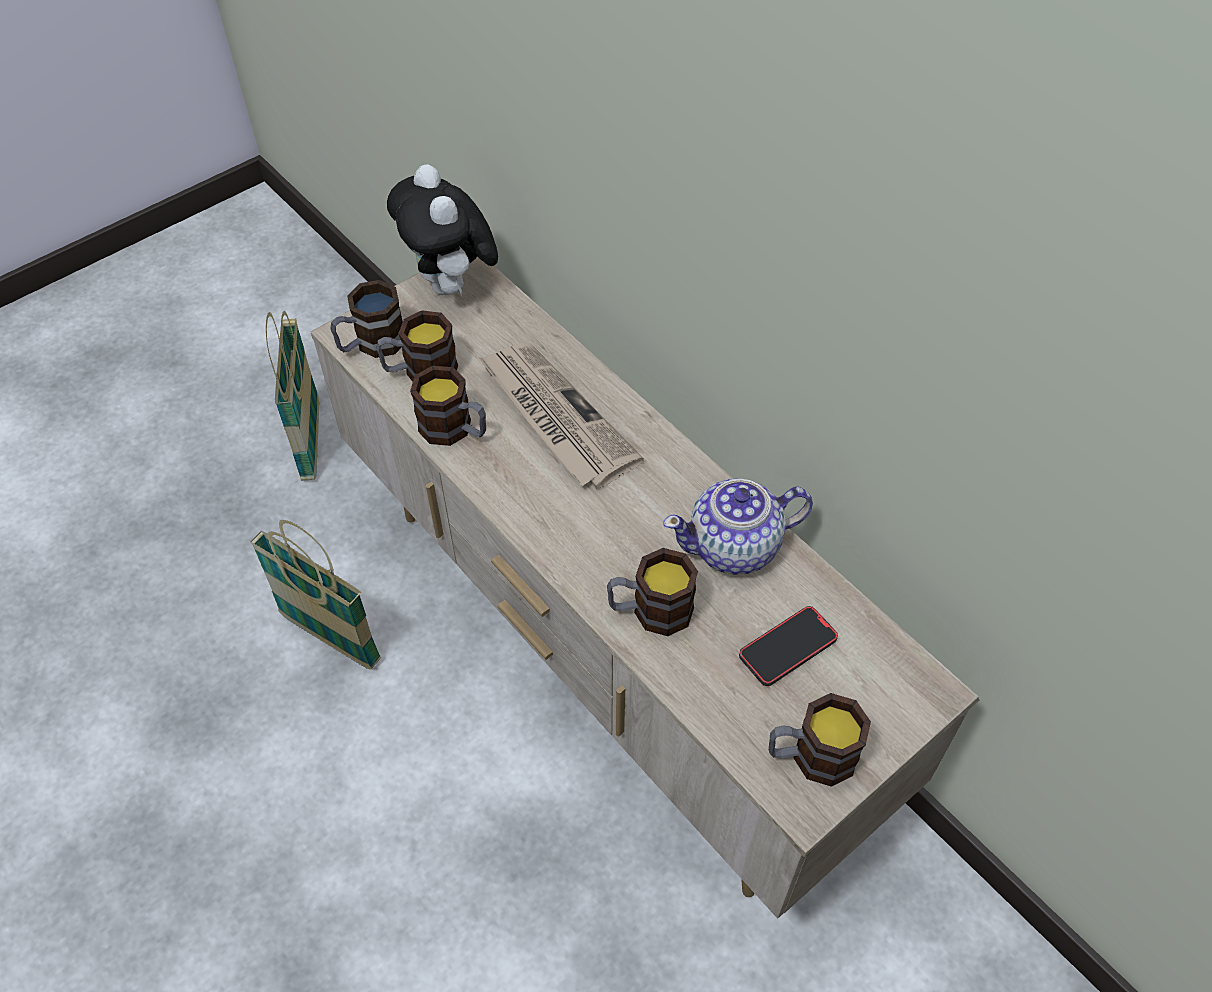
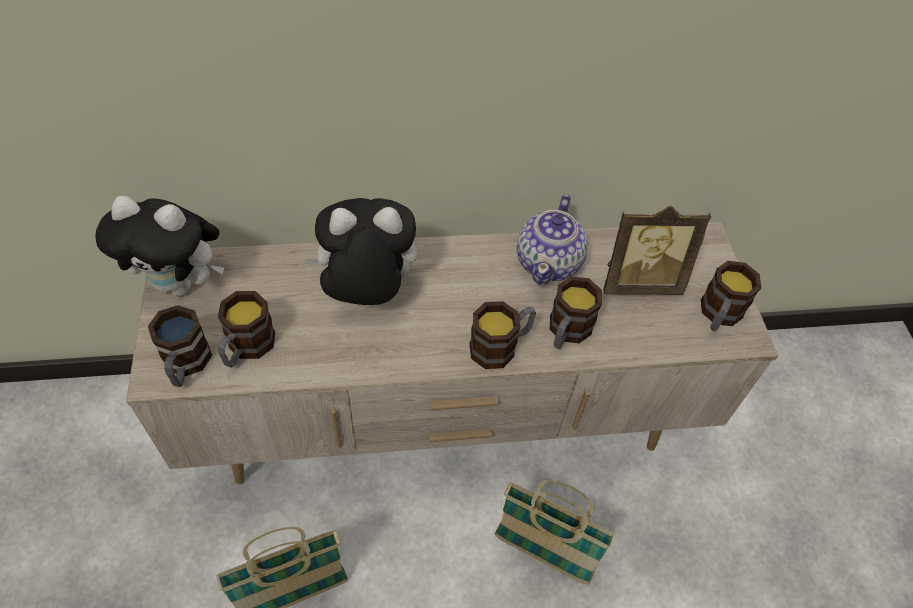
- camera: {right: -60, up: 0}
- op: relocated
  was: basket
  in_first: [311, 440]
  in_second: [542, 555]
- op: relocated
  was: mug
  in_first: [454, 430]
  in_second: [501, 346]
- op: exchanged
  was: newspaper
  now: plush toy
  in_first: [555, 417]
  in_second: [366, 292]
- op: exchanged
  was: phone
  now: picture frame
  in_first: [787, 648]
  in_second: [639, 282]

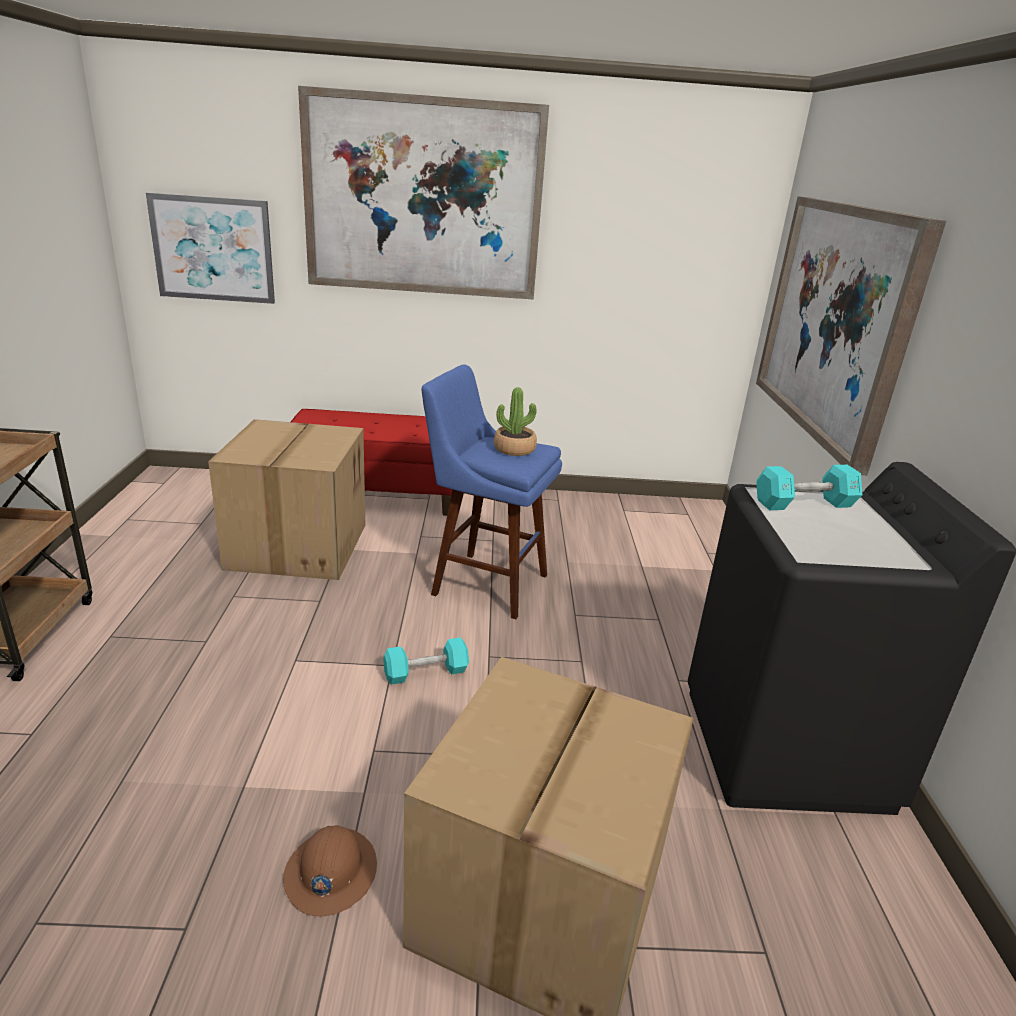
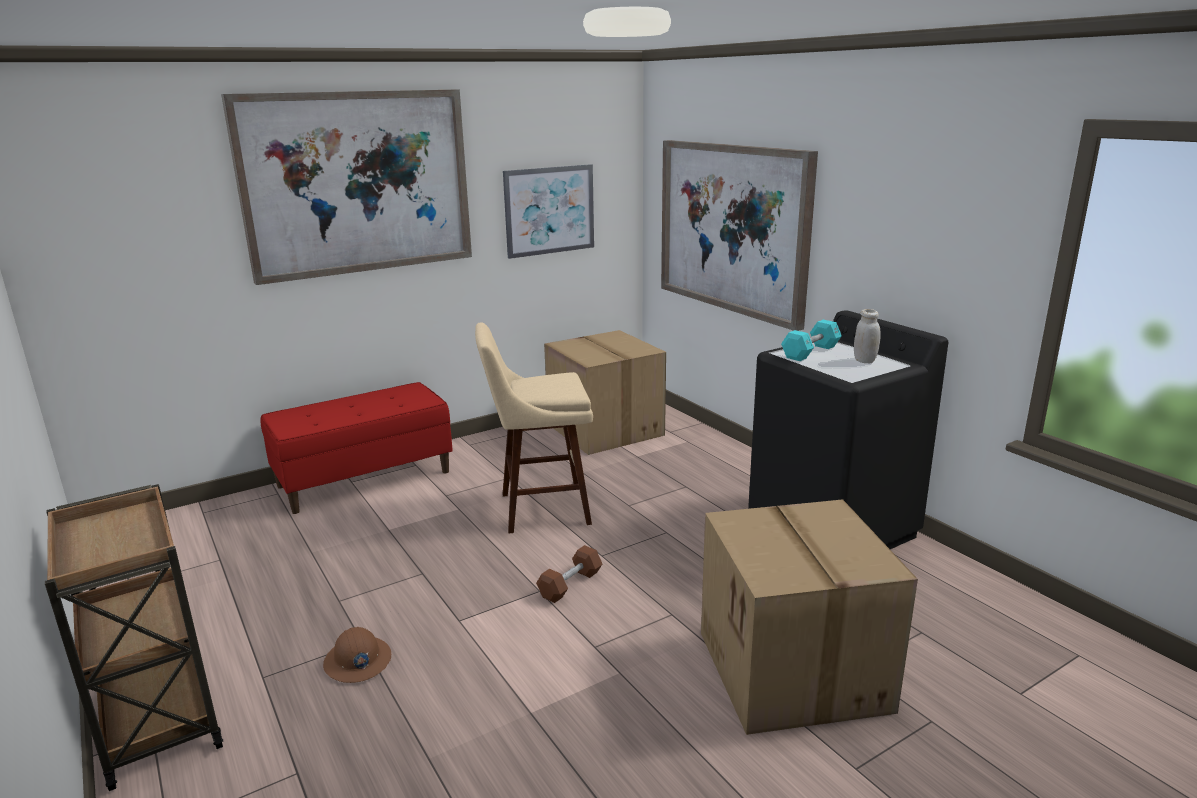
- camera: {right: -30, up: -5}
- op: relocated
  was: picture
  in_first: [213, 249]
  in_second: [549, 210]
- op: relocated
  was: cardboard box
  in_first: [297, 545]
  in_second: [603, 429]
- op: relocated
  was: hard hat/brown
  in_first: [330, 872]
  in_second: [357, 661]
- op: colour
  was: dumbbell/turquoise
  now: dumbbell/brown
  in_first: [426, 672]
  in_second: [570, 584]
- op: colour
  was: stool/blue
  now: stool/beige
  in_first: [484, 583]
  in_second: [539, 509]
- op: missing
  was: potted plant
  in_first: [514, 449]
- op: appeared
  now: jar/white
  in_second: [864, 360]

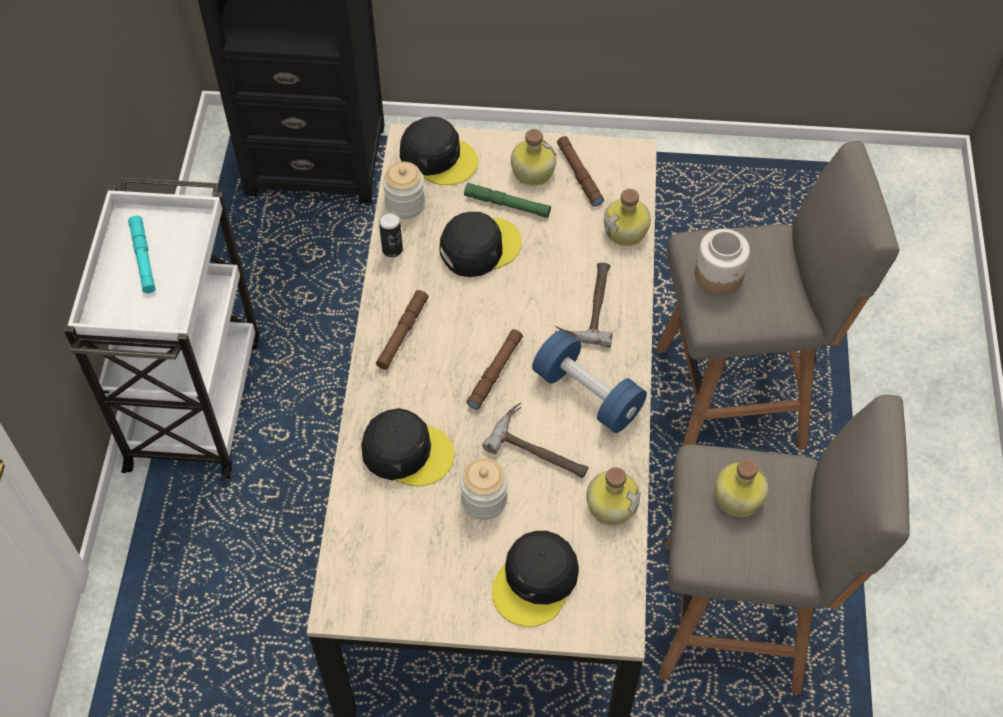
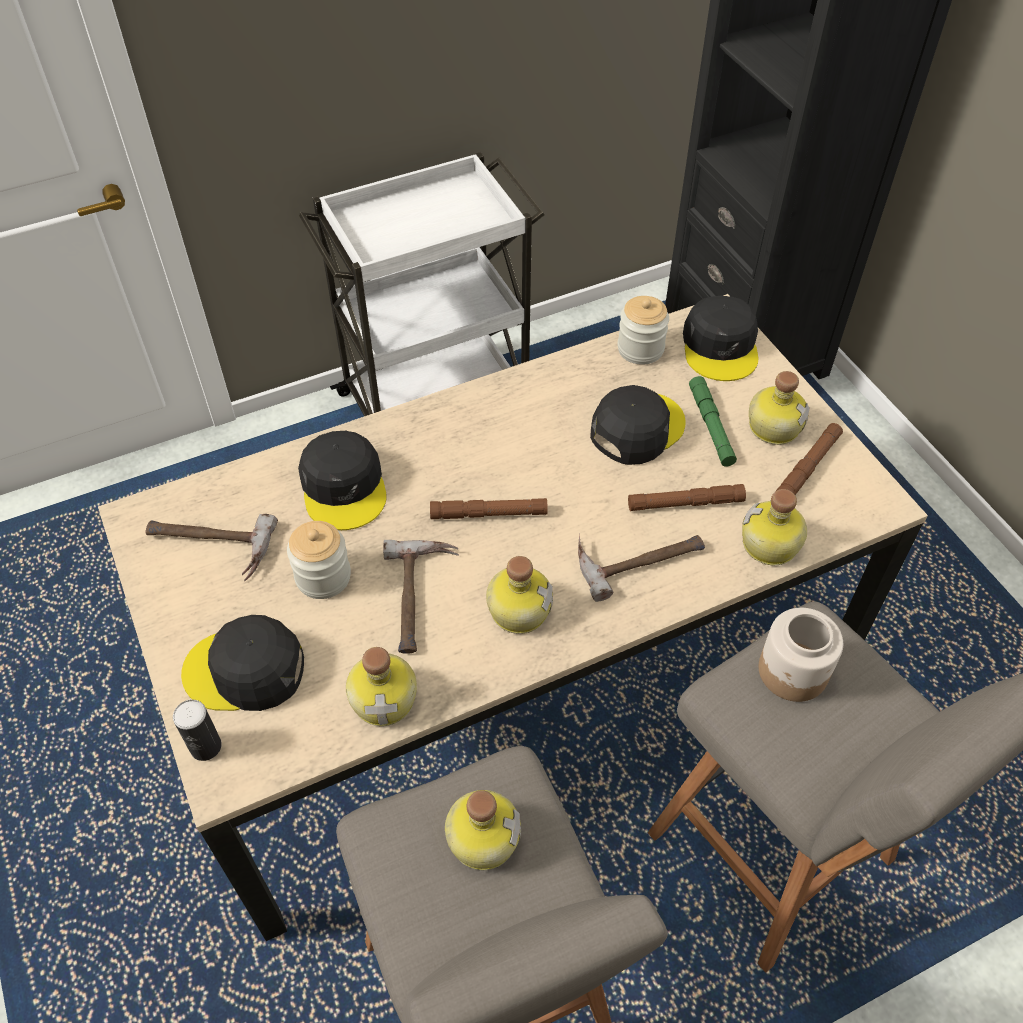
- camera: {right: 60, up: -5}
- op: missing
  was: flashlight/turquoise
  in_first: [143, 258]
- op: relocated
  was: flashlight/brown
  in_first: [402, 333]
  in_second: [685, 503]
- op: relocated
  was: can
  in_first: [392, 249]
  in_second: [206, 746]
- op: spun
  was: cap/black
  in_first: [479, 247]
  in_second: [636, 428]
  clockwise: -75
- op: exchanged
  was: dumbbell/blue
  now: bottle
  in_first: [587, 394]
  in_second: [518, 609]
- op: appeared
  now: hammer
  in_second: [208, 547]

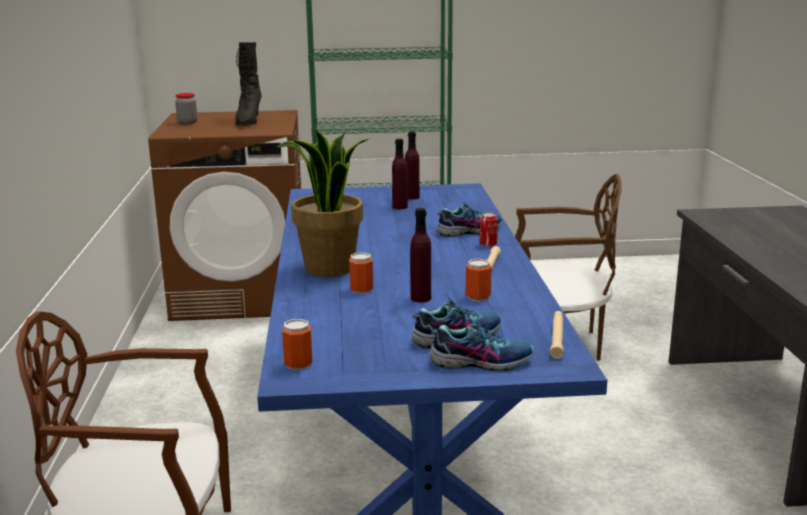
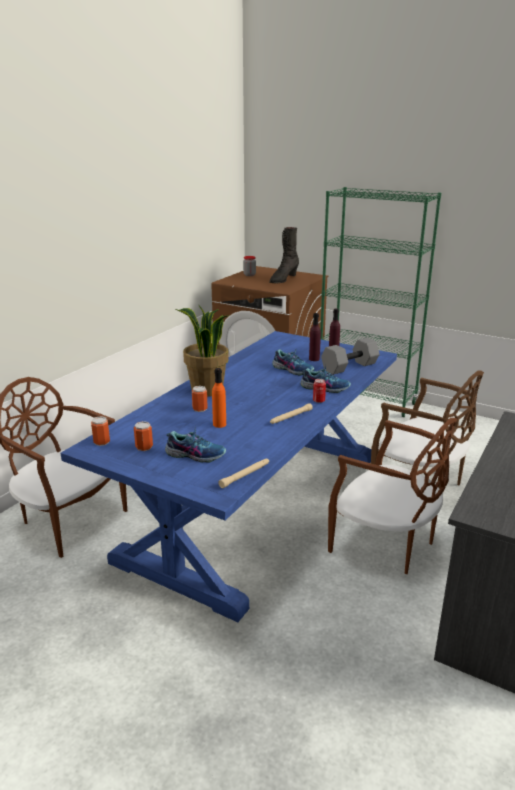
- camera: {right: 35, up: 5}
- op: colour
  was: bottle/purple
  now: bottle/orange
  in_first: [420, 298]
  in_second: [219, 424]
- op: relocated
  was: shoe
  in_first: [481, 361]
  in_second: [293, 369]
- op: relocated
  was: can
  in_first: [478, 297]
  in_second: [144, 447]
- op: appeared
  now: dumbbell/grey
  in_second: [349, 366]
- op: appeared
  now: chair/brown
  in_second: [386, 544]

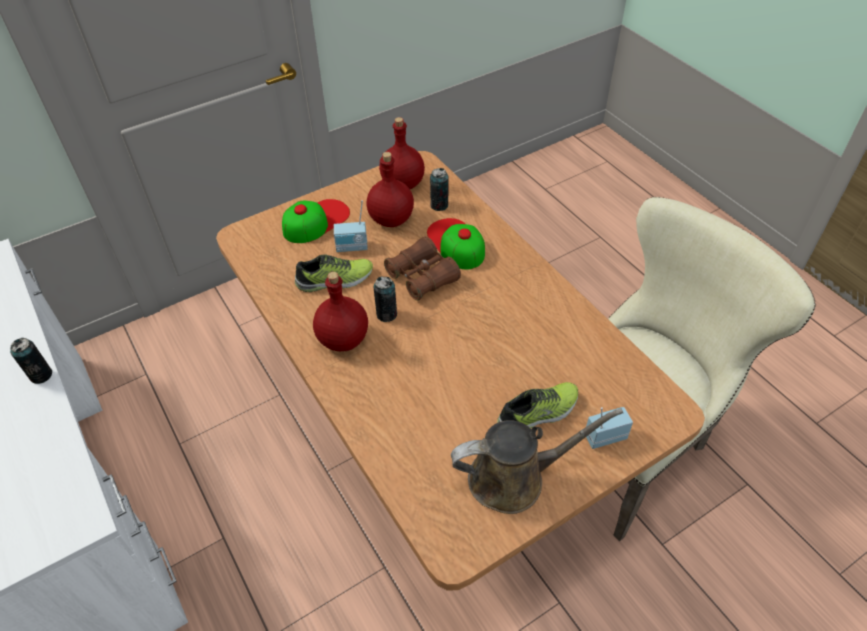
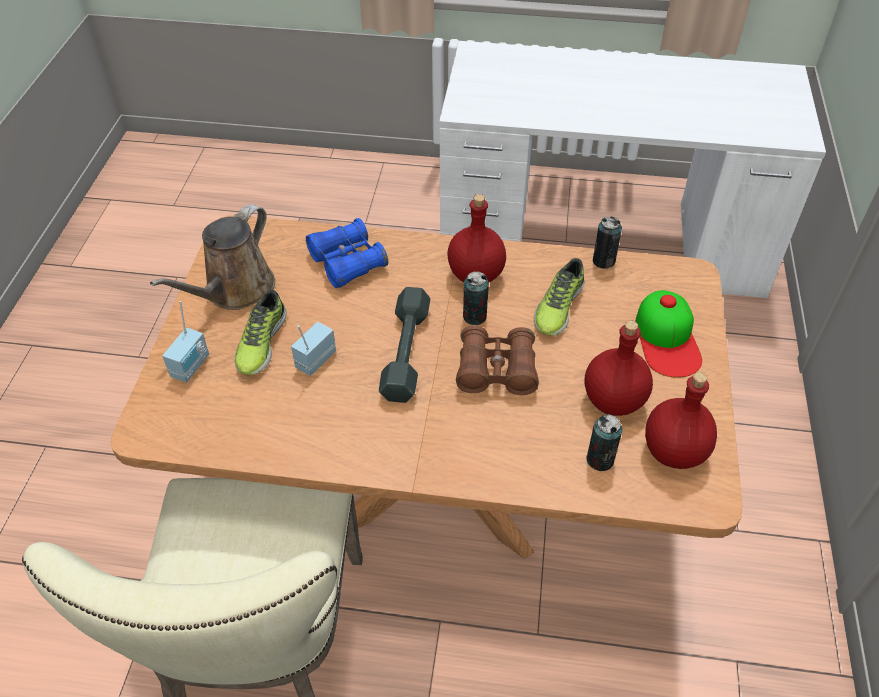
- camera: {right: 130, up: 0}
- op: relocated
  was: can
  in_first: [41, 375]
  in_second: [603, 261]
- op: relocated
  was: radio
  in_first: [352, 248]
  in_second: [314, 359]
- op: missing
  was: cap
  in_first: [456, 243]
- op: appeared
  now: binoculars/blue
  in_second: [347, 262]
- op: appeared
  now: dumbbell/grey
  in_second: [405, 351]

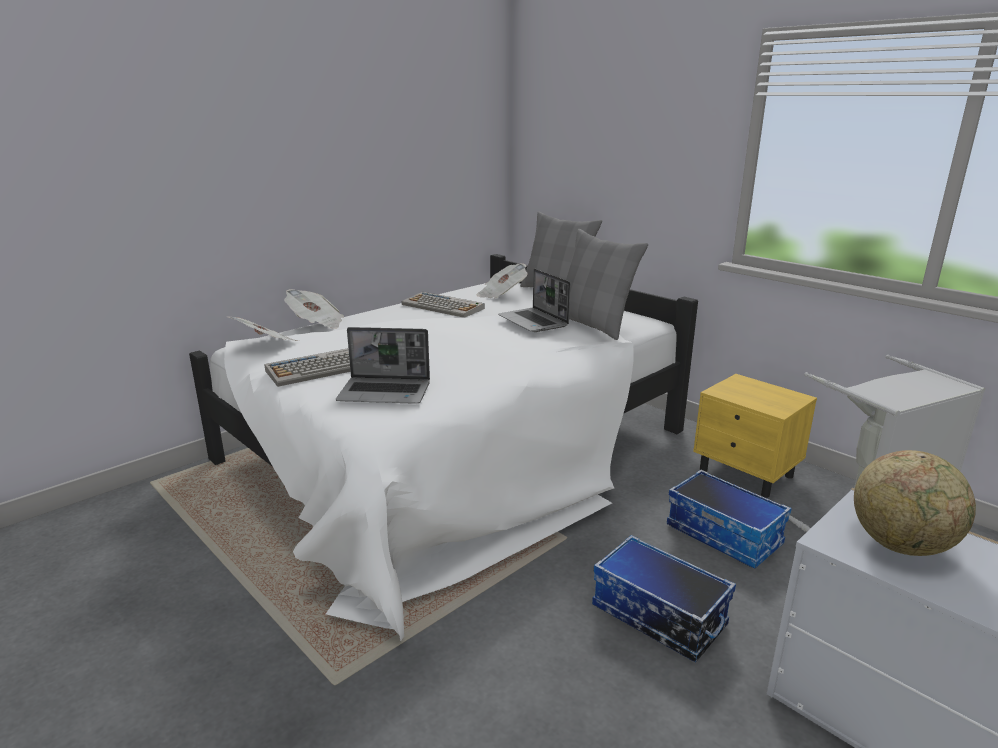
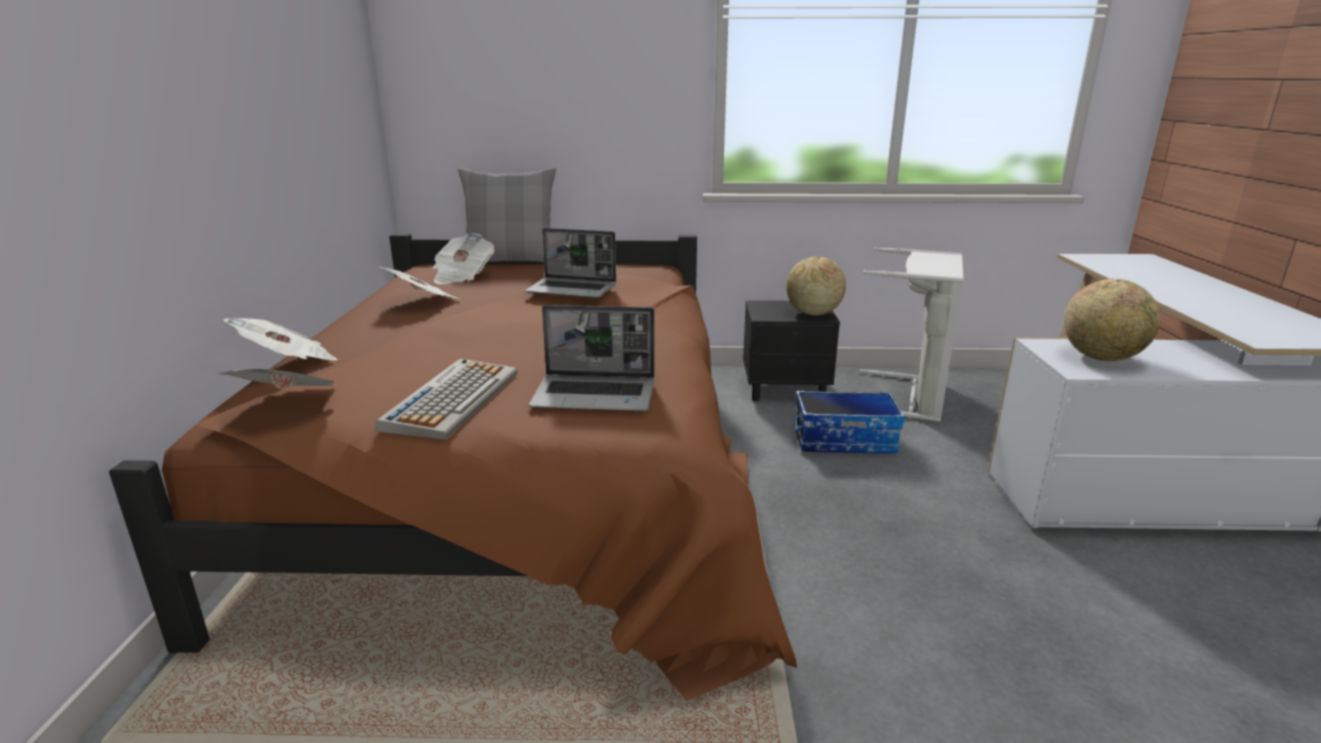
- camera: {right: -45, up: 0}
- op: colour
  was: bed/white
  now: bed/brown
  in_first: [456, 453]
  in_second: [528, 479]
- op: spun
  was: laptop
  in_first: [386, 392]
  in_second: [596, 395]
  clockwise: 45
- op: exchanged
  was: keyboard
  now: newspaper
  in_first: [443, 306]
  in_second: [424, 302]
- op: missing
  was: pillow/grey
  in_first: [593, 325]
- op: missing
  was: storage box
  in_first: [657, 616]
- op: colour
  was: nightstand/yellow
  now: nightstand/black
  in_first: [746, 473]
  in_second: [786, 390]
- op: appeared
  now: globe
  in_second: [813, 314]

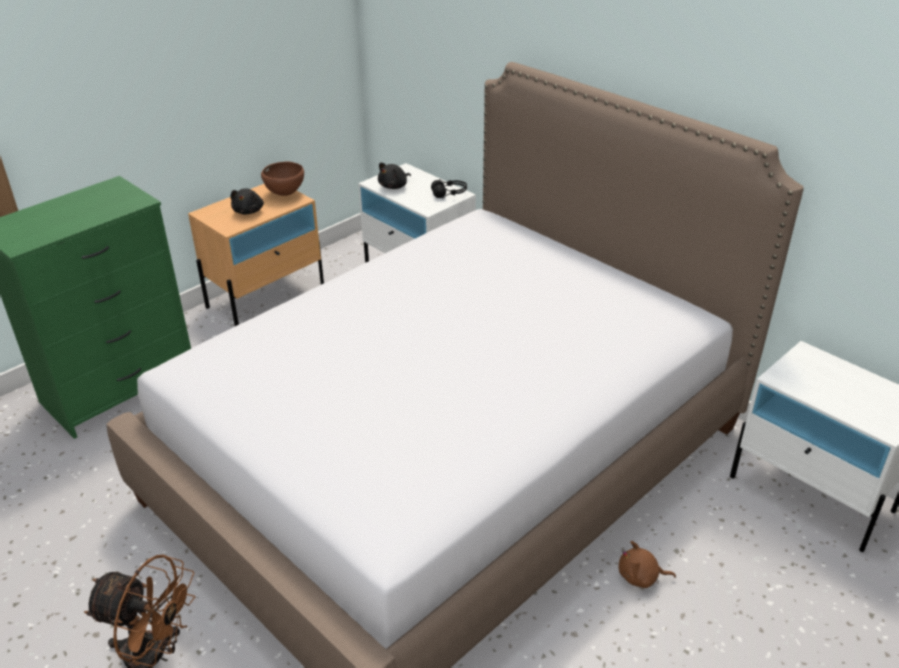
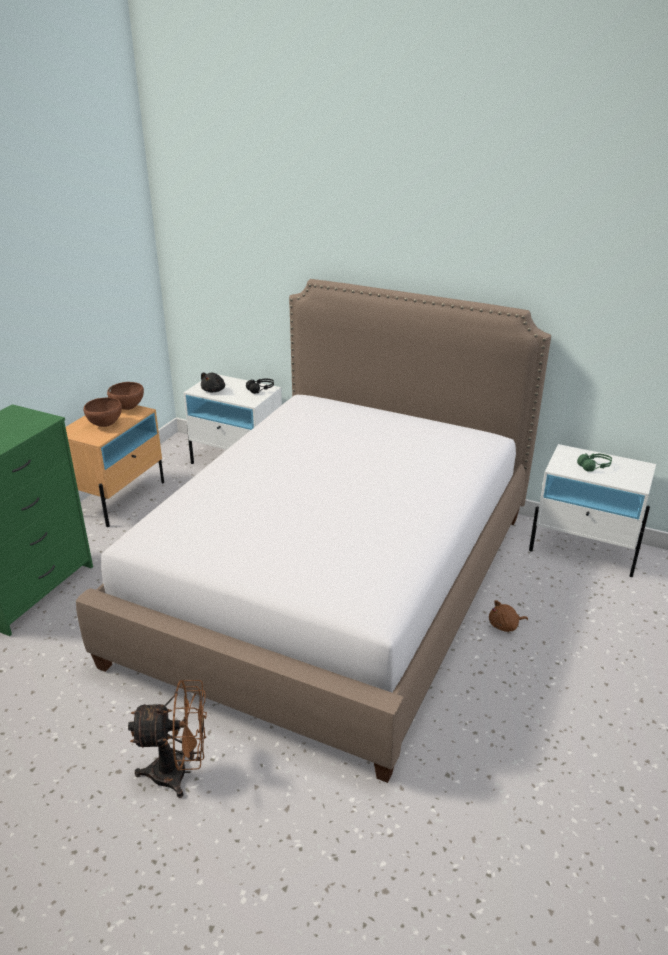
- camera: {right: -20, up: -5}
- op: exchanged
  was: plush toy/black
  now: bowl/brown
  in_first: [249, 211]
  in_second: [105, 425]
- op: appeared
  now: headphones/green
  in_second: [594, 467]

